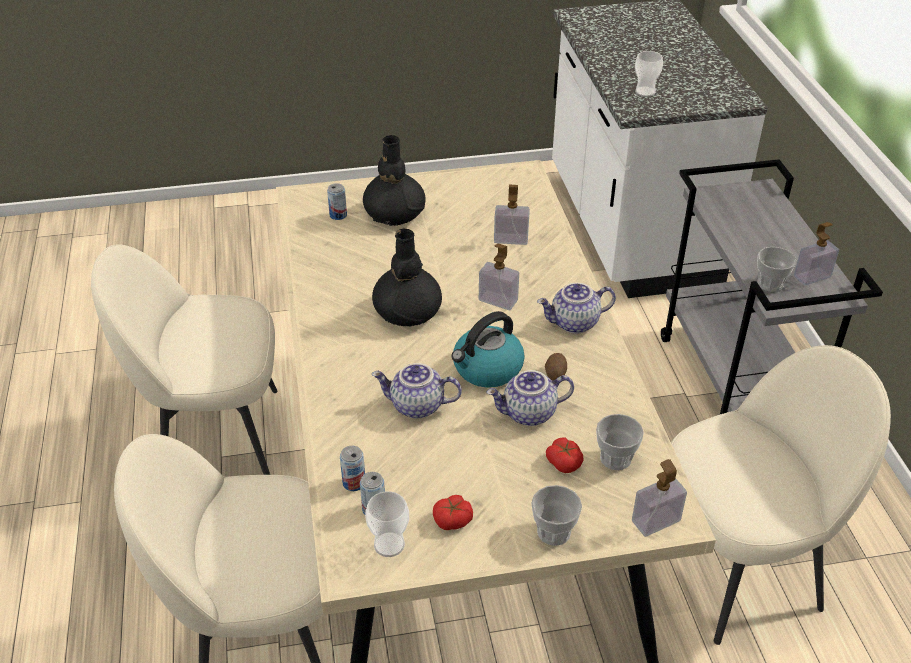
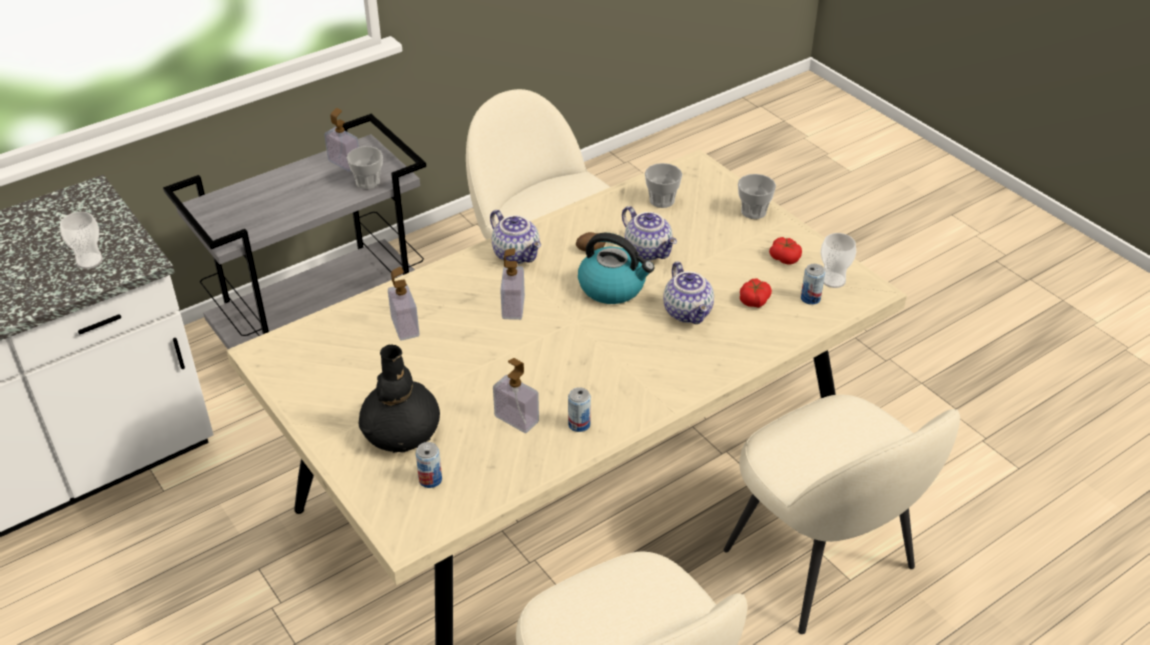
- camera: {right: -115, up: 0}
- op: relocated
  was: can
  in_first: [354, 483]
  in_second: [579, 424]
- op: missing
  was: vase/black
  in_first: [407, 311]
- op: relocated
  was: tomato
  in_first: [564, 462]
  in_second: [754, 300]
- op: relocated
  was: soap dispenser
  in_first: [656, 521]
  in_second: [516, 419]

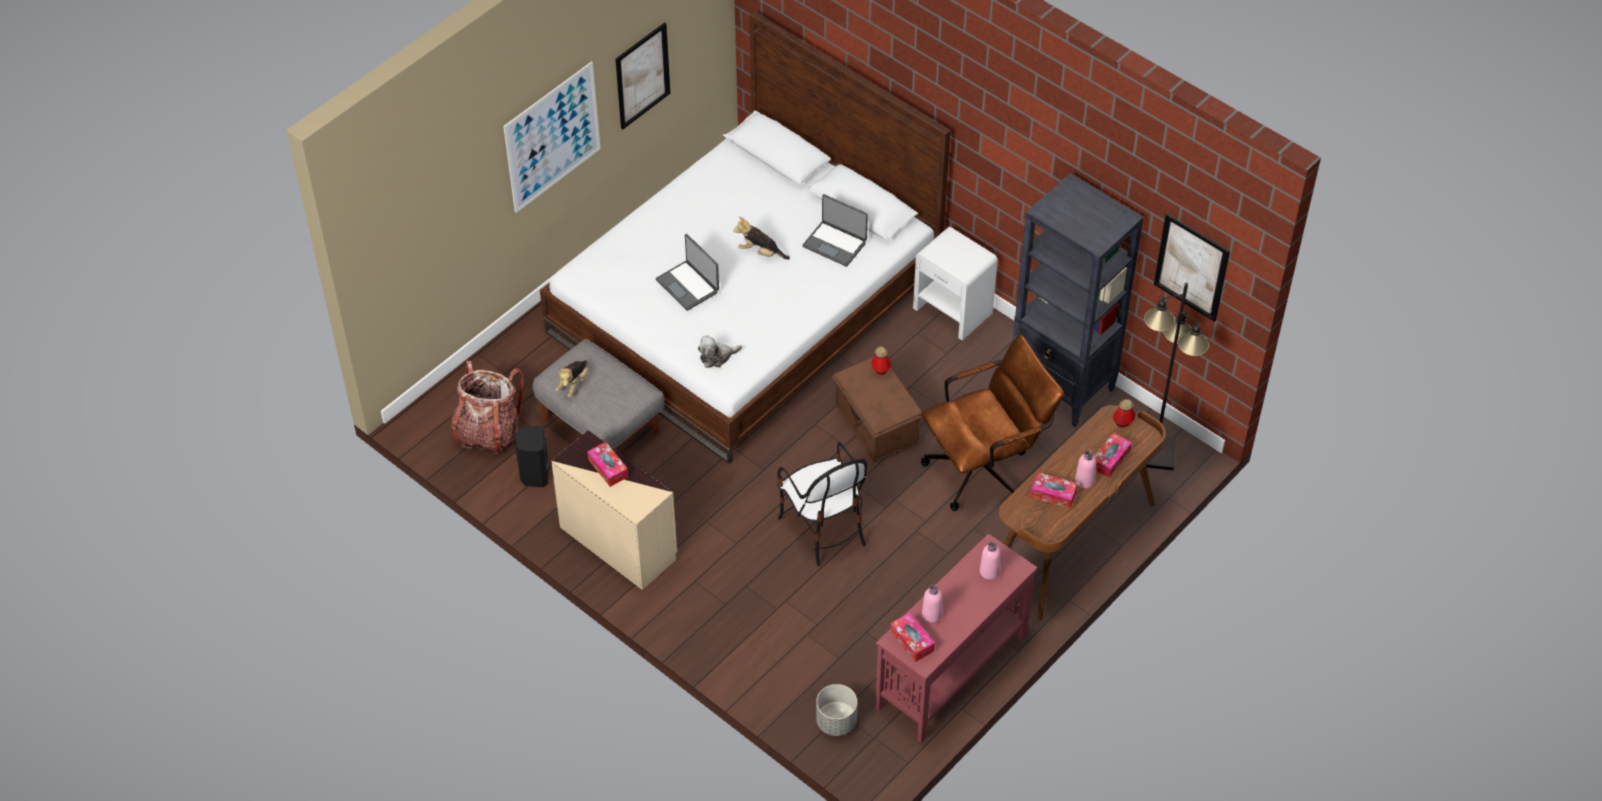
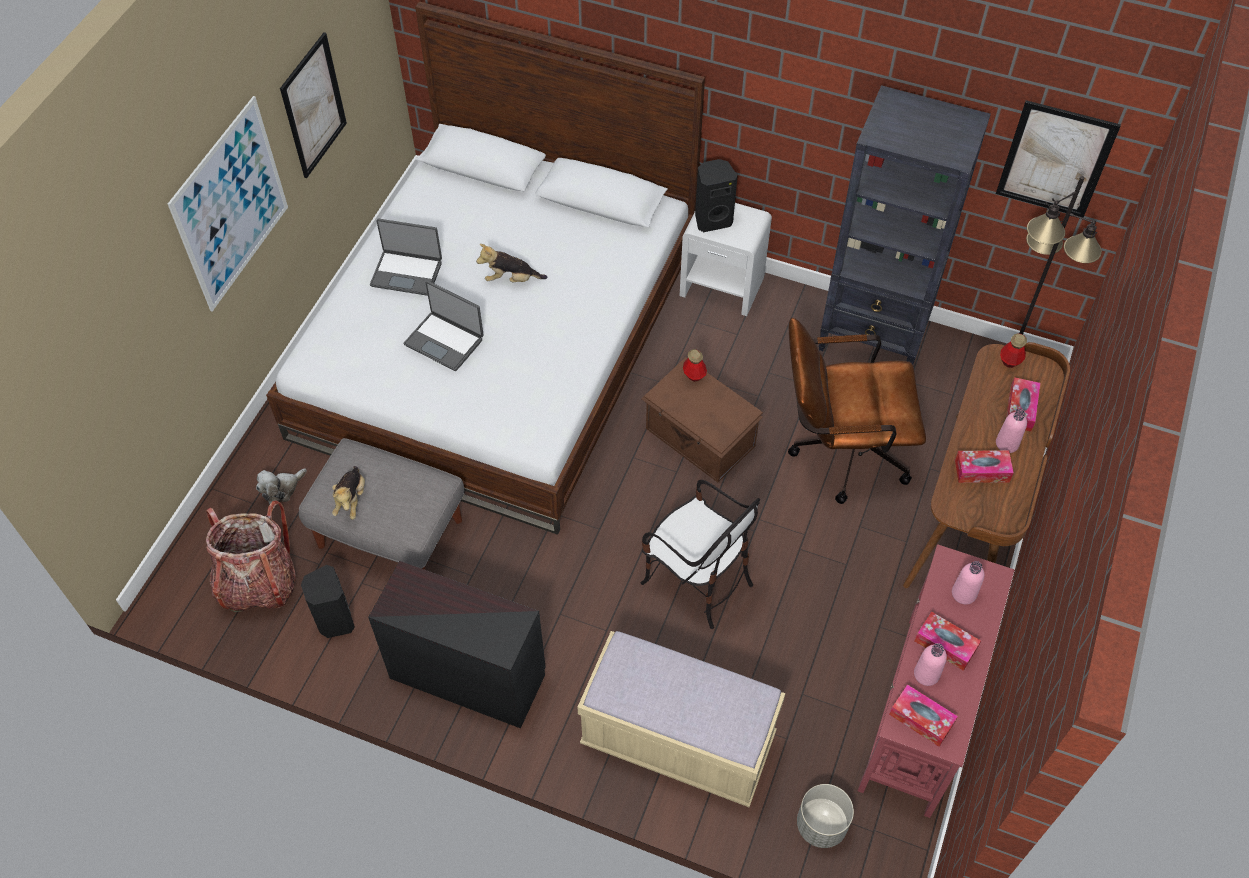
- camera: {right: -20, up: 5}
- op: colour
  was: dresser/beige
  now: dresser/black
  in_first: [618, 541]
  in_second: [467, 674]
- op: relocated
  was: tissue box
  in_first: [608, 468]
  in_second: [945, 645]
- op: relocated
  was: plush toy
  in_first: [717, 357]
  in_second: [281, 489]
- op: relocated
  was: laptop
  in_first: [835, 244]
  in_second: [407, 273]
- op: spun
  was: office chair/brown
  in_first: [986, 468]
  in_second: [839, 452]
  clockwise: -135
- op: appeared
  now: bench/beige
  in_second: [677, 741]
- op: appeared
  now: speaker/black
  in_second: [712, 219]

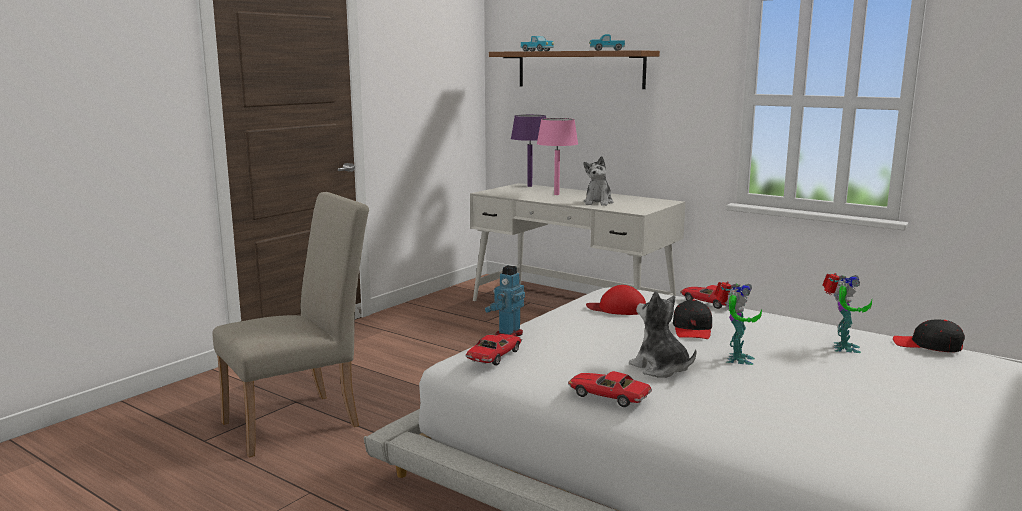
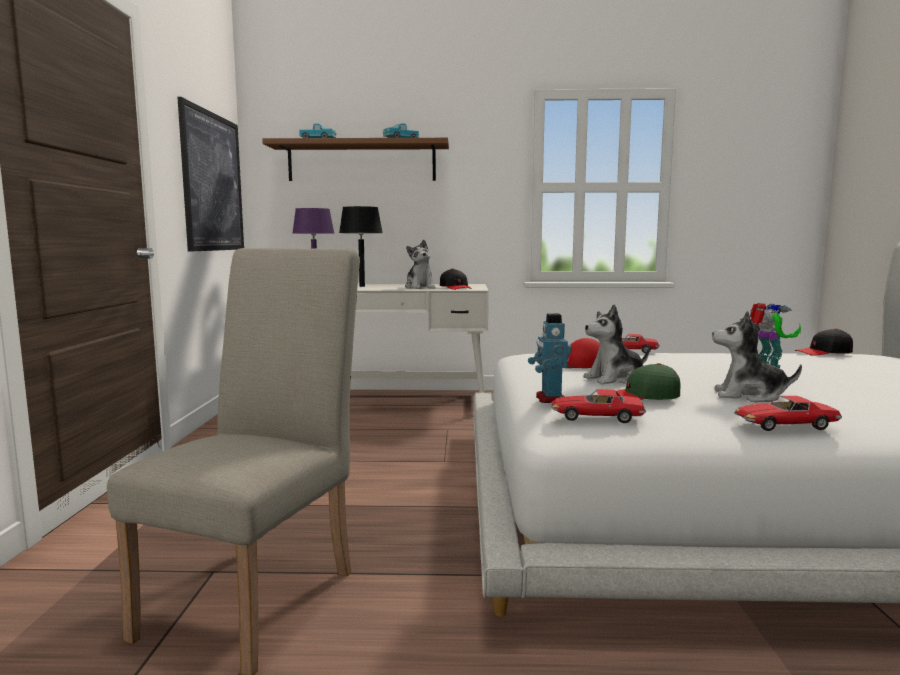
- camera: {right: -35, up: -5}
- op: spun
  was: toy car
  in_first: [495, 356]
  in_second: [596, 417]
  clockwise: -75
- op: colour
  was: table lamp/pink
  now: table lamp/black
  in_first: [556, 194]
  in_second: [362, 286]
- op: relocated
  was: cap/black
  in_first: [692, 329]
  in_second: [455, 288]
- op: missing
  was: toy robot
  in_first: [842, 348]
- op: appeared
  now: picture
  in_second: [213, 182]
- op: appeared
  now: plush toy
  in_second: [615, 379]
- op: appeared
  now: cap/green
  in_second: [643, 397]

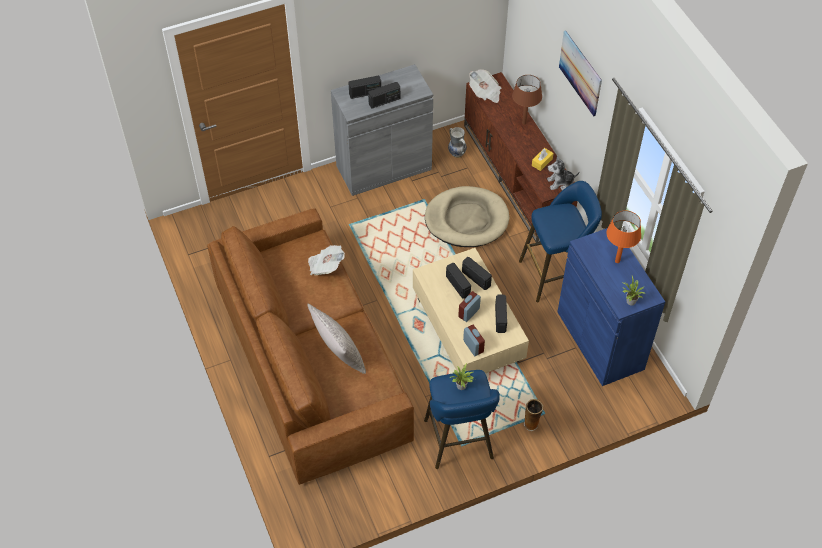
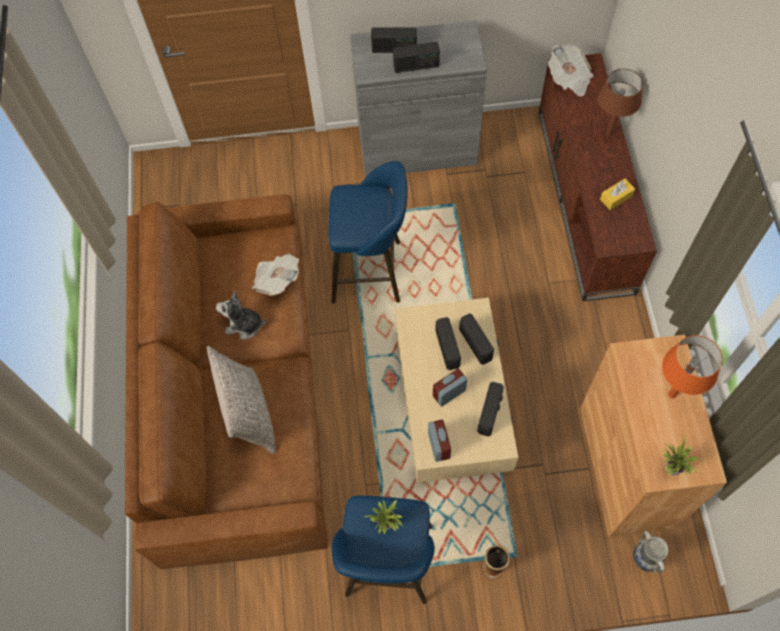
- camera: {right: 20, up: 10}
- op: missing
  was: dog bed/beige
  in_first: [466, 219]
- op: relocated
  was: vase
  in_first: [456, 153]
  in_second: [644, 559]
- op: relocated
  was: stool/blue
  in_first: [556, 274]
  in_second: [372, 271]
- op: relocated
  was: plush toy
  in_first: [560, 183]
  in_second: [244, 325]
- op: colour
  was: cabinet/blue
  now: cabinet/brown
  in_first: [600, 340]
  in_second: [626, 466]
- op: missing
  was: picture
  in_first: [580, 73]

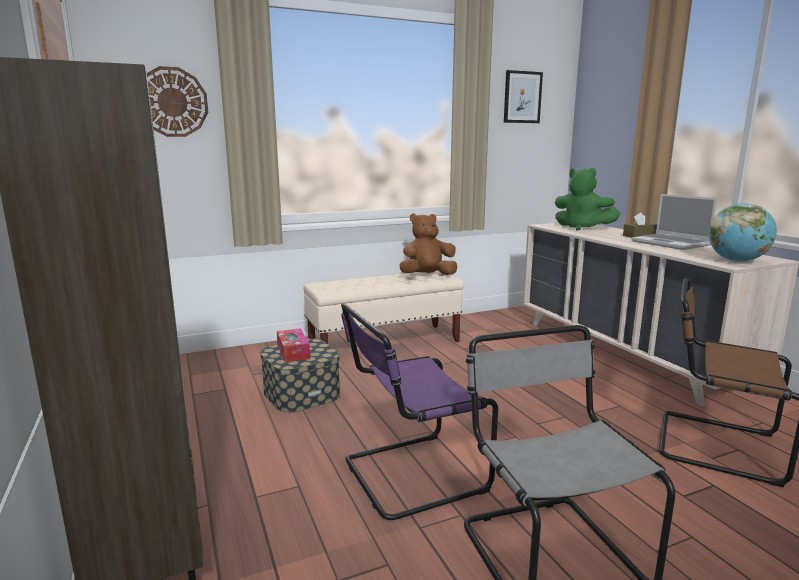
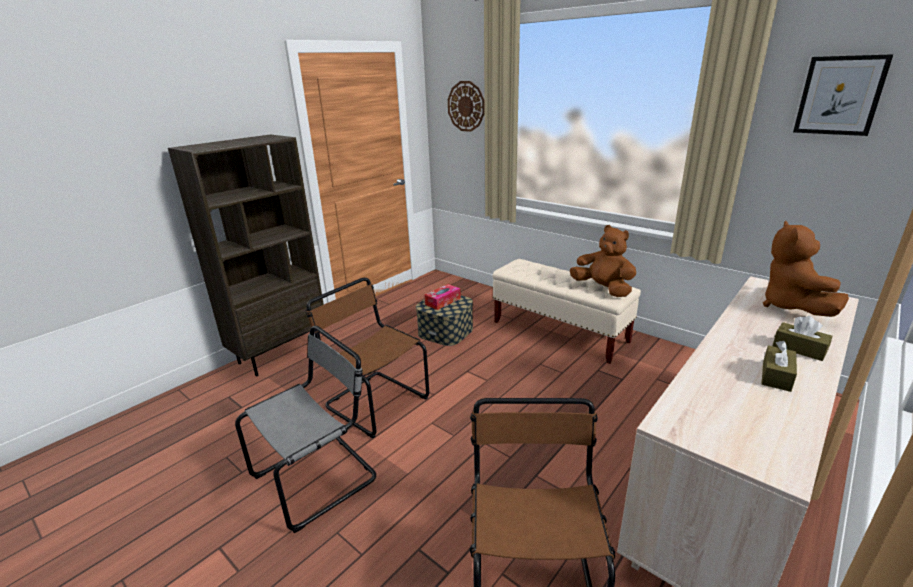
- camera: {right: 65, up: 10}
- op: colour
  was: chair/purple
  now: chair/brown
  in_first: [409, 475]
  in_second: [374, 401]
- op: colour
  was: plush toy/green
  now: plush toy/brown
  in_first: [582, 228]
  in_second: [791, 307]
- op: exchanged
  was: laptop
  now: tissue box/brown
  in_first: [671, 243]
  in_second: [776, 376]
- op: missing
  was: globe
  in_first: [737, 261]

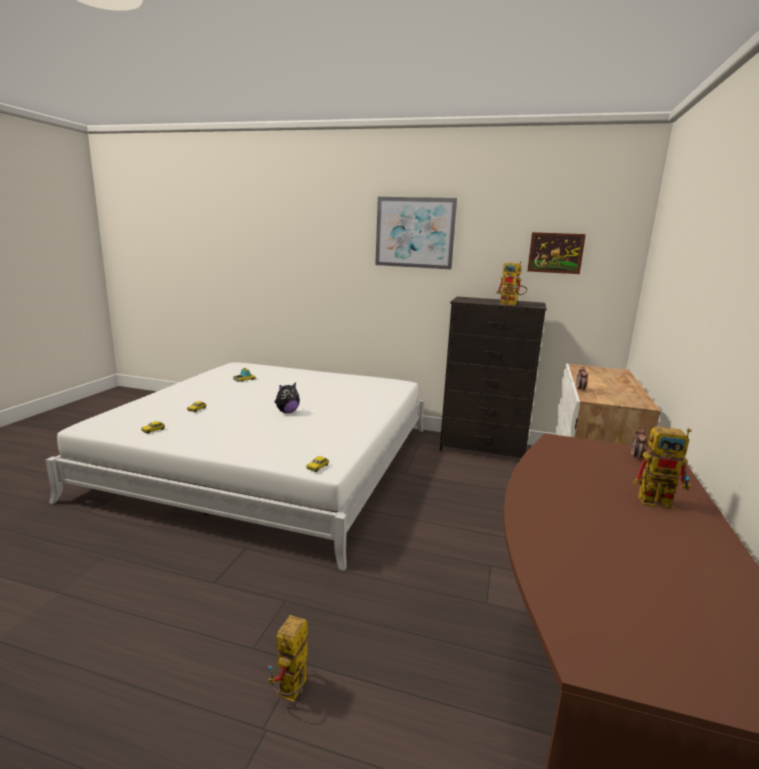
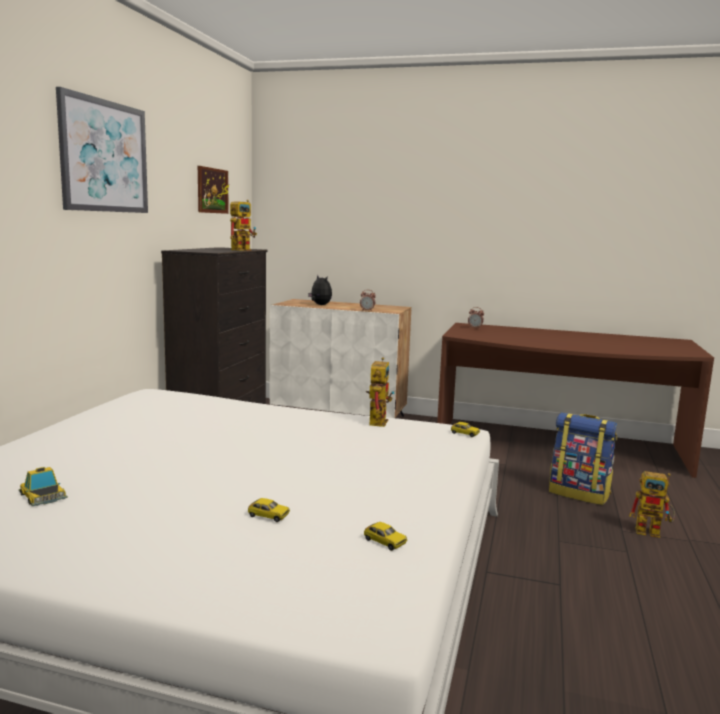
- camera: {right: -90, up: -5}
- op: relocated
  was: plush toy
  in_first: [287, 412]
  in_second: [320, 305]
- op: relocated
  was: toy robot
  in_first: [661, 501]
  in_second: [377, 420]
- op: appeared
  now: backpack
  in_second: [579, 493]

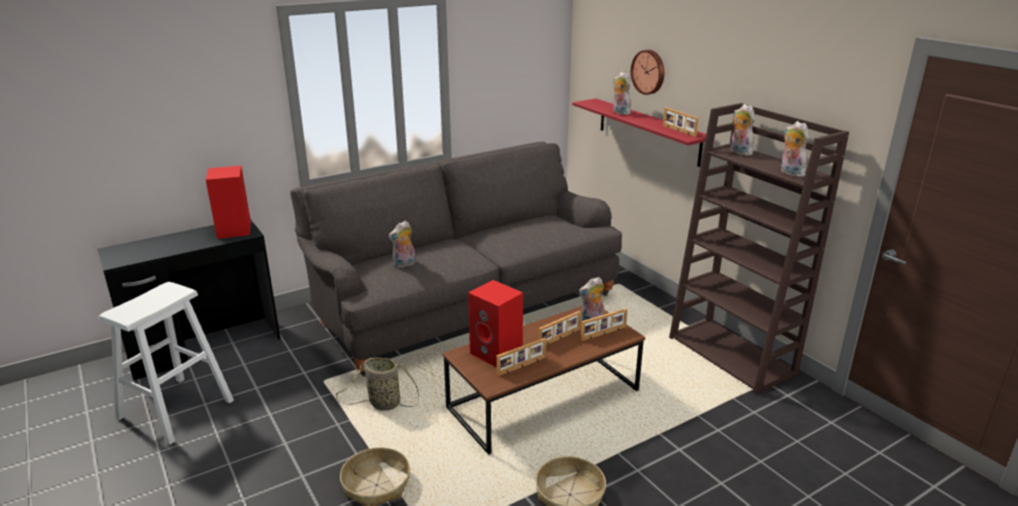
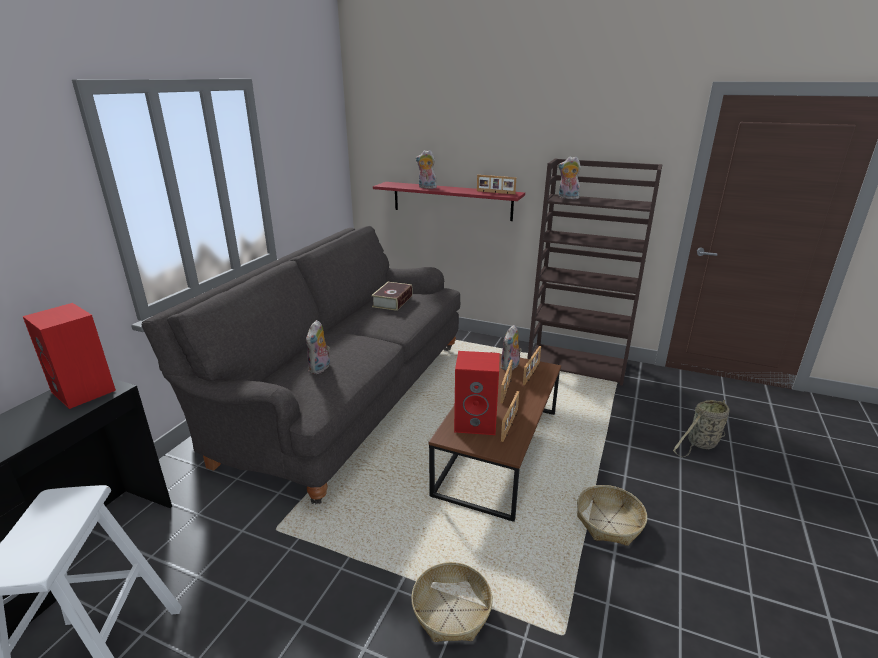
- camera: {right: -35, up: 0}
- op: relocated
  was: basket
  in_first: [382, 404]
  in_second: [701, 444]
- op: missing
  was: wall clock
  in_first: [649, 72]
- op: missing
  was: plush toy
  in_first: [790, 173]
- op: appeared
  now: book
  in_second: [392, 301]

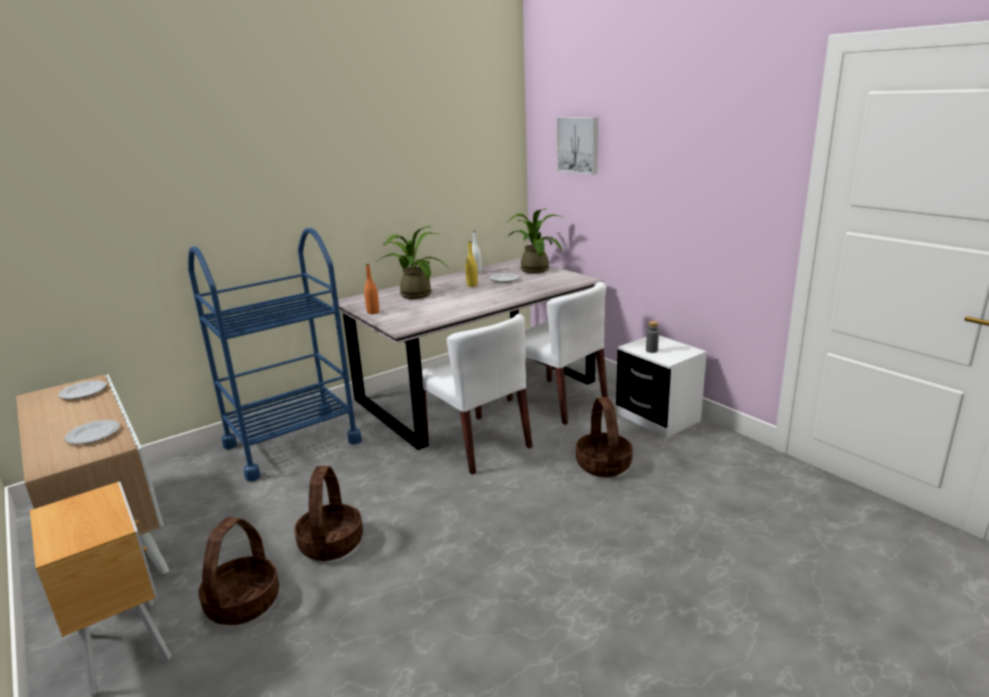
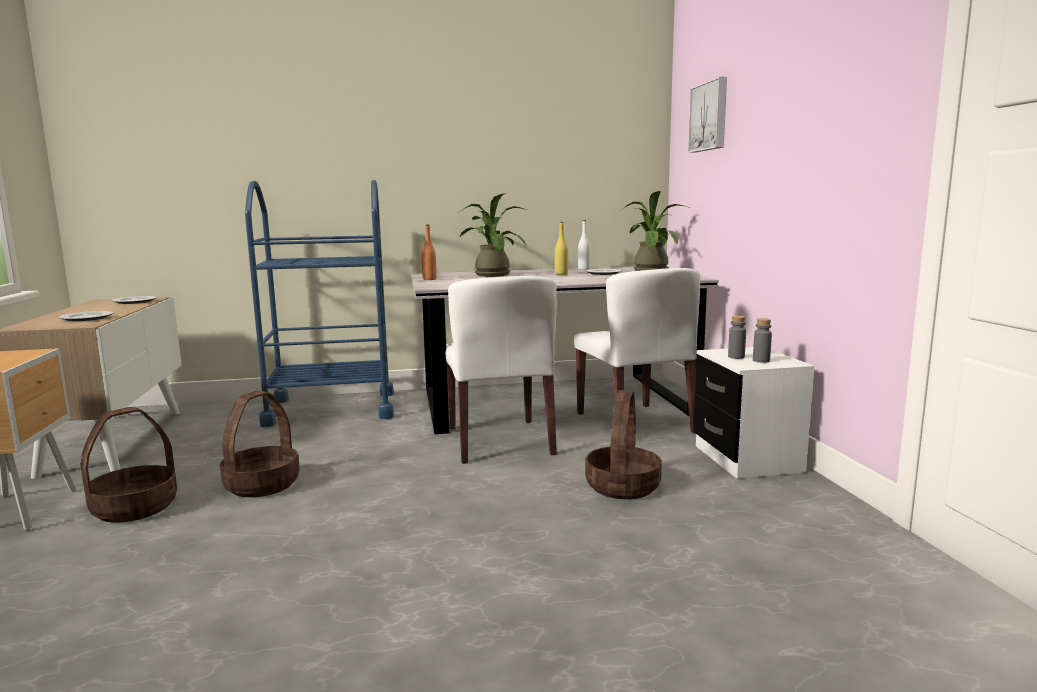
- camera: {right: 25, up: -10}
- op: appeared
  now: bottle/grey
  in_second: [761, 360]

